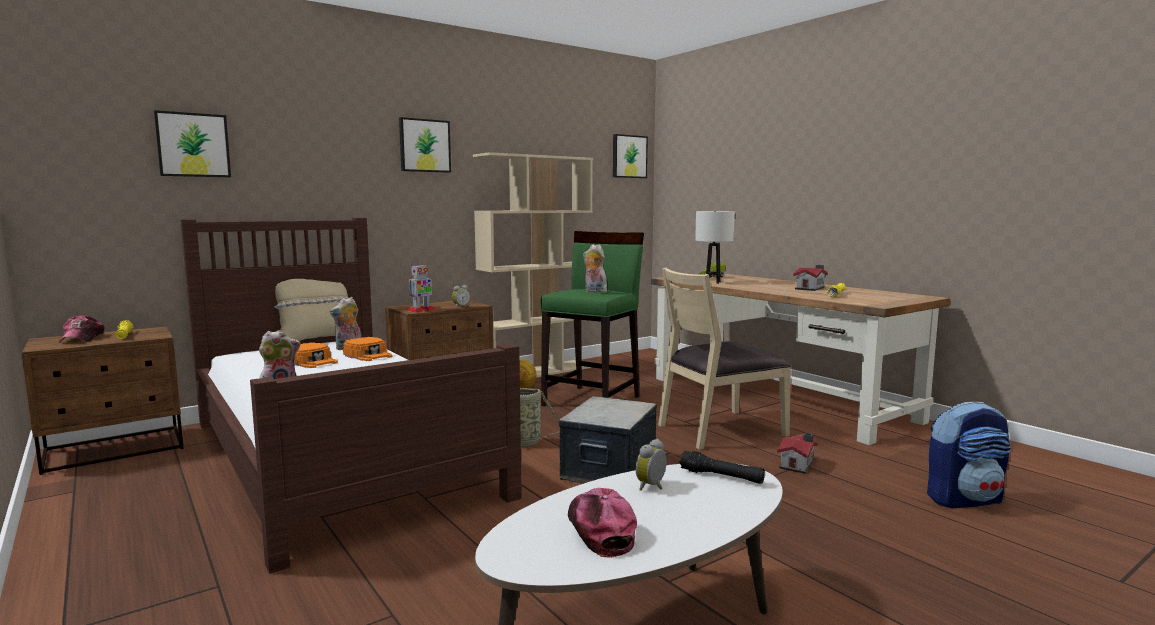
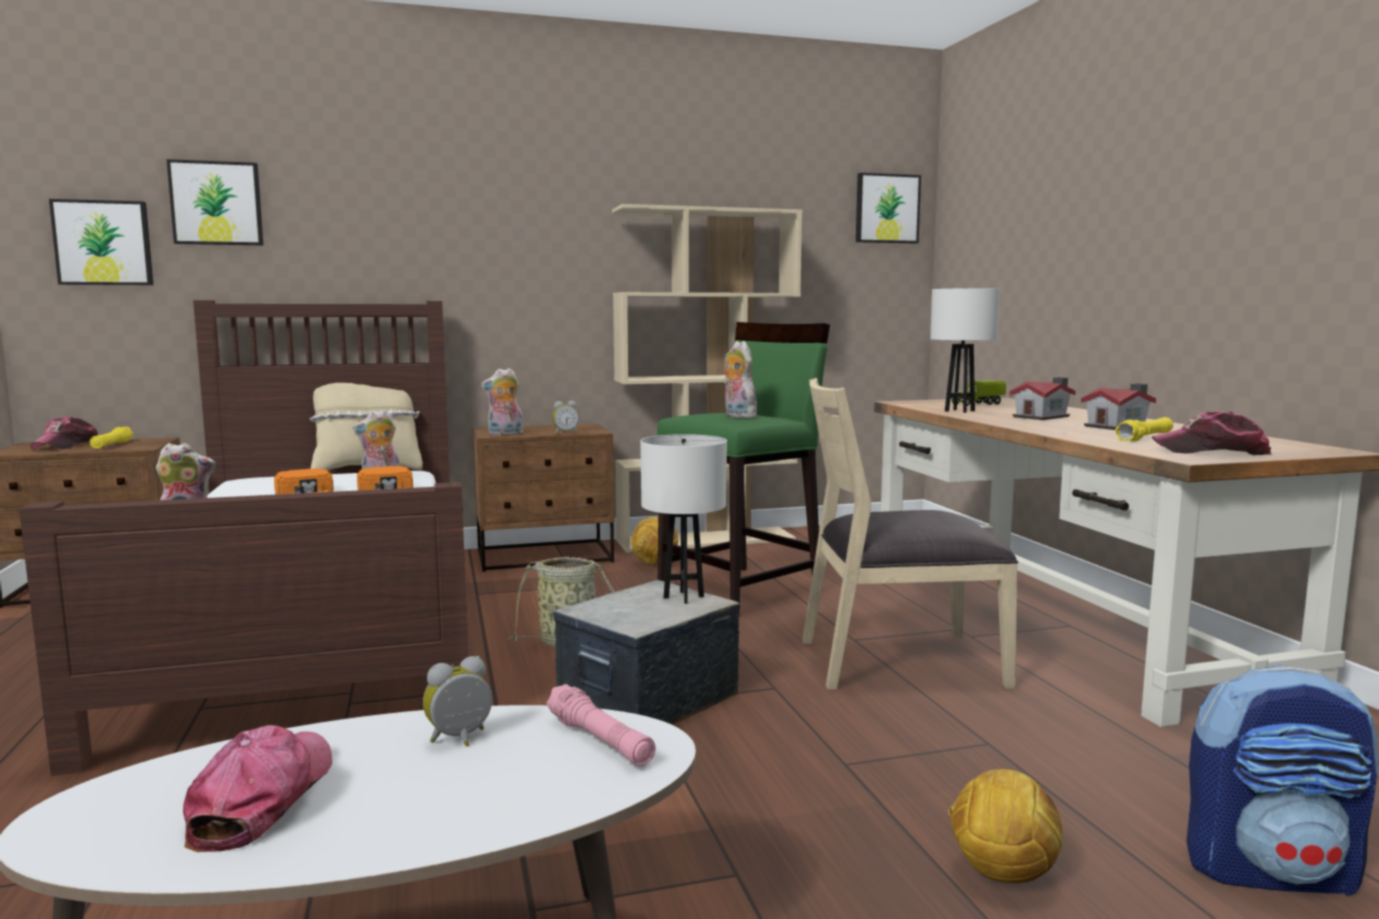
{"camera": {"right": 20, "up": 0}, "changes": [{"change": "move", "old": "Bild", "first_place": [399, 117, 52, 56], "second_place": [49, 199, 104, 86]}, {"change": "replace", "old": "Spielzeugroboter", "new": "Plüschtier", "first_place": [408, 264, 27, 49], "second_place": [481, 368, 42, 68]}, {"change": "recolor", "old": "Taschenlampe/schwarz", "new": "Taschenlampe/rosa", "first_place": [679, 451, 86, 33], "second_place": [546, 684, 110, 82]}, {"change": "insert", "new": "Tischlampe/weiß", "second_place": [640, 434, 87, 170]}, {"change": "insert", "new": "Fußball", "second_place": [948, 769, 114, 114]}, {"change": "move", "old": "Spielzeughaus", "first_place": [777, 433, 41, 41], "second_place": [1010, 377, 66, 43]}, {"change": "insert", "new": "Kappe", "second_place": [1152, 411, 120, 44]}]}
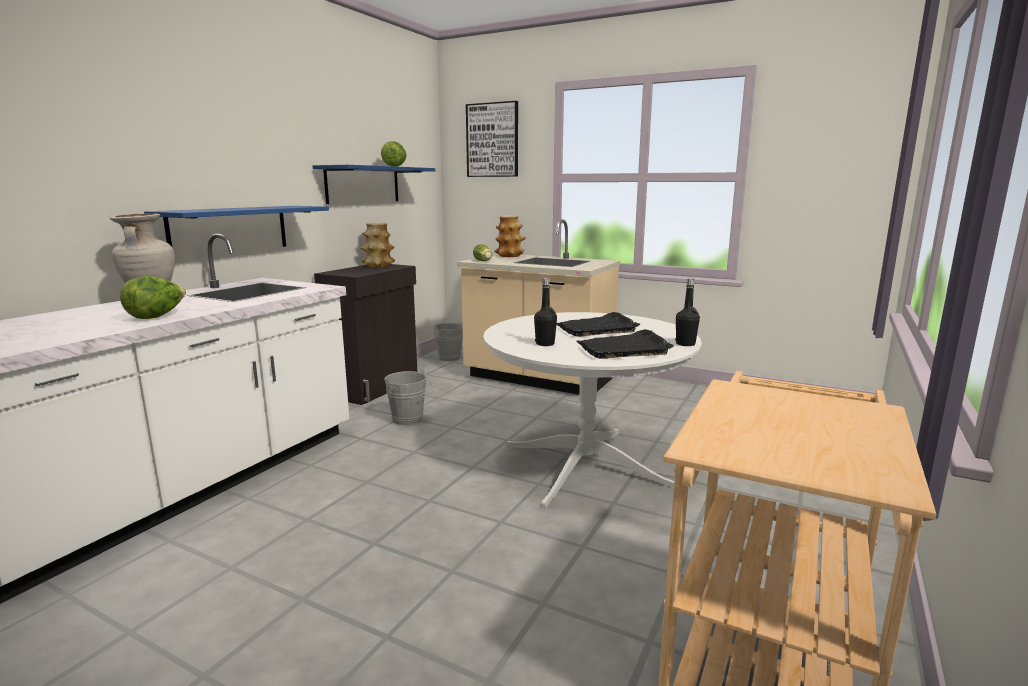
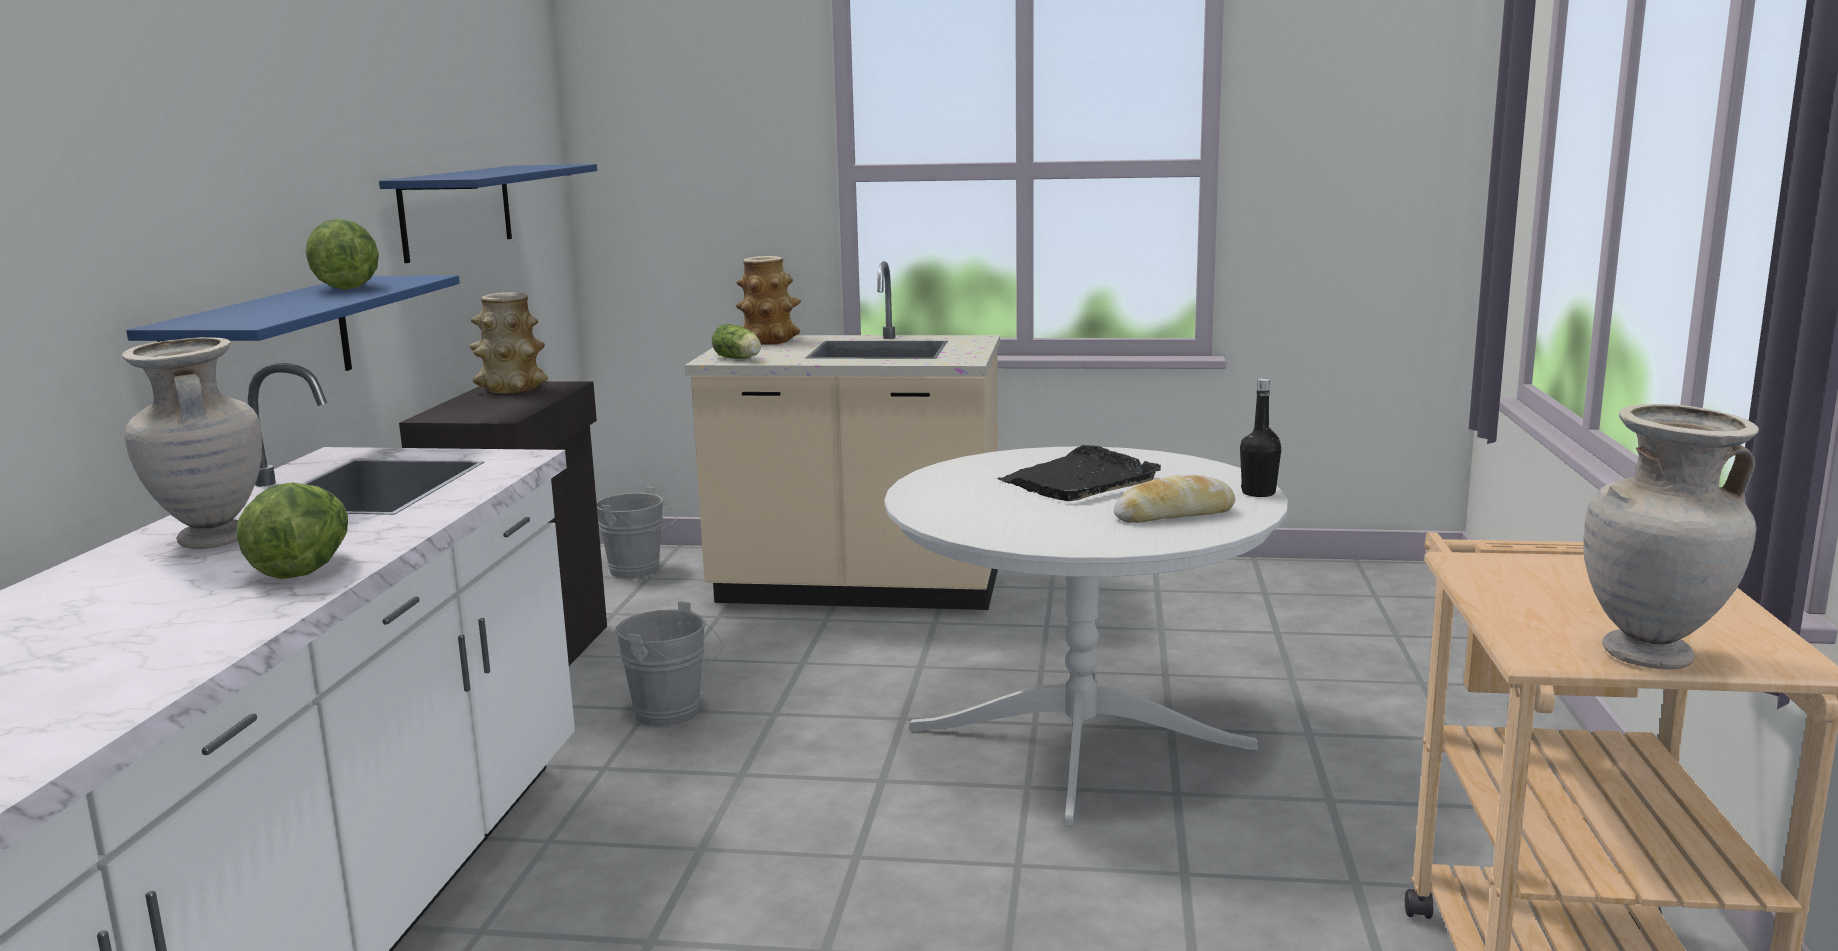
{"camera": {"right": -20, "up": 0}, "changes": [{"change": "move", "old": "Salatkopf", "first_place": [381, 141, 25, 26], "second_place": [306, 219, 73, 71]}, {"change": "replace", "old": "Tablett/schwarz", "new": "Brot", "first_place": [576, 329, 98, 30], "second_place": [1114, 475, 121, 48]}, {"change": "insert", "new": "Vase/beige", "second_place": [1583, 404, 176, 265]}, {"change": "delete", "old": "Bild", "first_place": [466, 101, 52, 76]}, {"change": "delete", "old": "Flasche/schwarz", "first_place": [534, 278, 23, 68]}]}
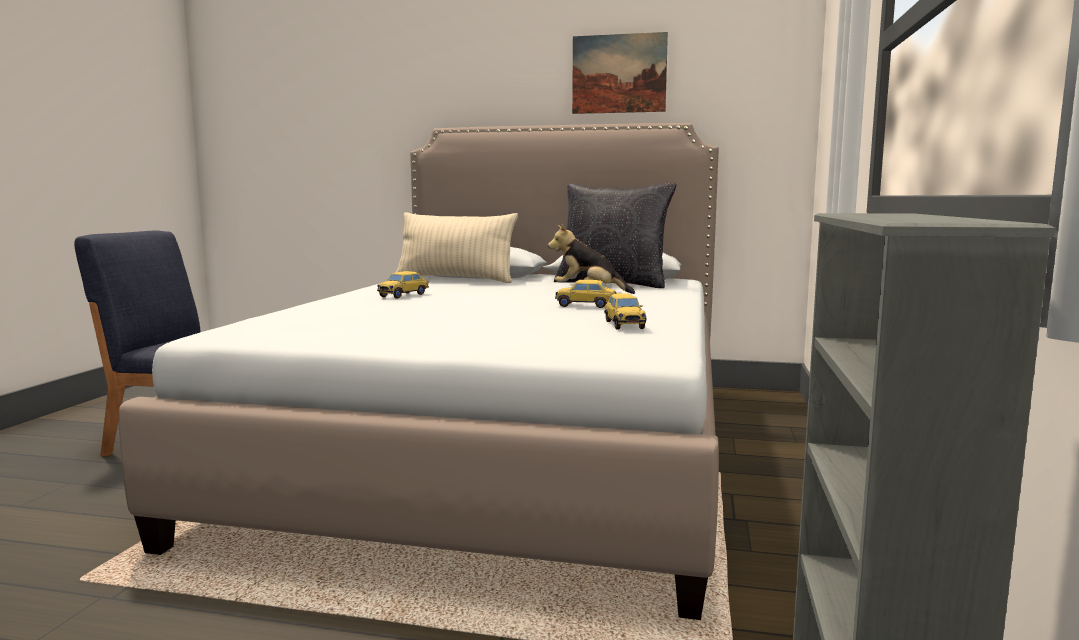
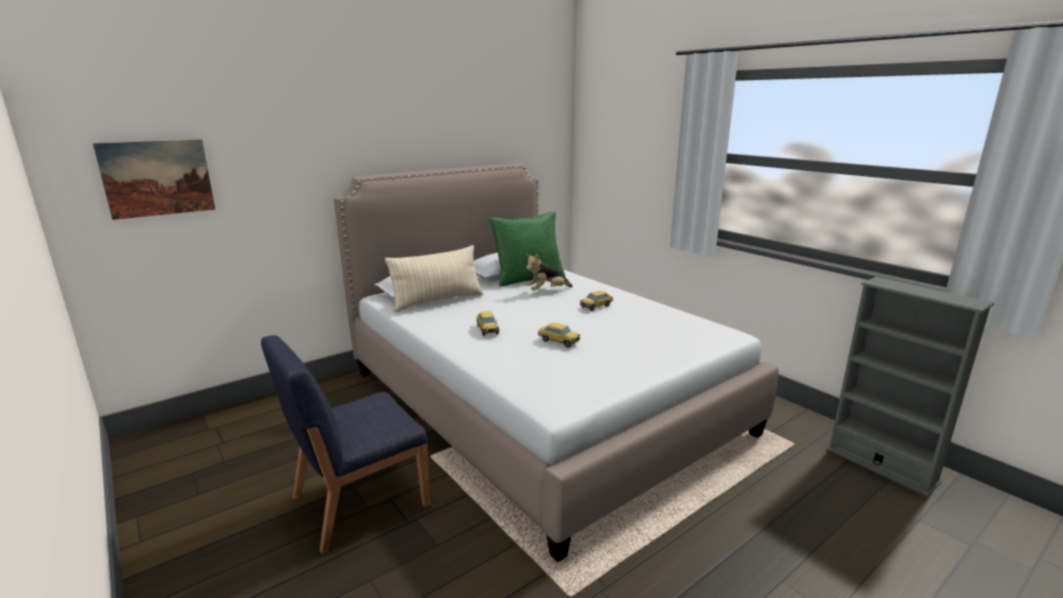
{"camera": {"right": -50, "up": 10}, "changes": [{"change": "move", "old": "Bild", "first_place": [572, 32, 96, 82], "second_place": [93, 139, 122, 81]}, {"change": "recolor", "old": "Kissen/schwarz", "new": "Kissen/grün", "first_place": [554, 183, 123, 105], "second_place": [489, 212, 76, 75]}, {"change": "move", "old": "Spielzeugauto", "first_place": [604, 293, 43, 37], "second_place": [538, 323, 42, 25]}]}
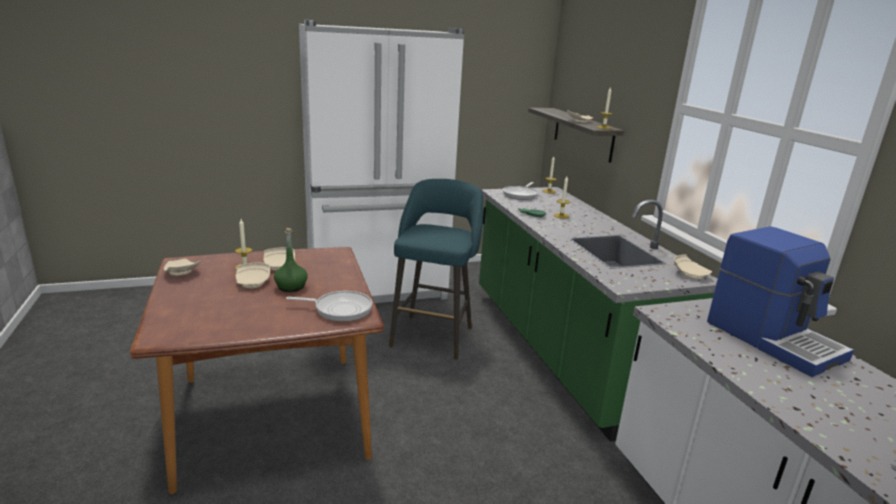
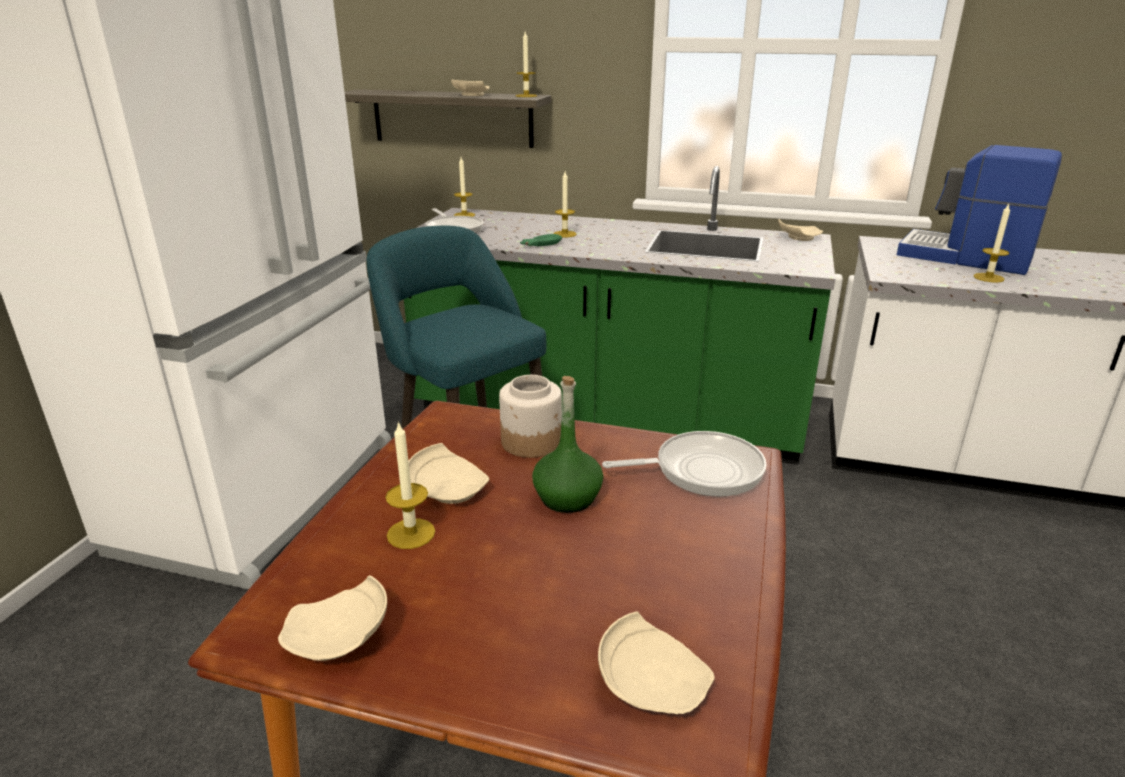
{"camera": {"right": -55, "up": 5}, "changes": [{"change": "insert", "new": "Vorratsglas", "second_place": [499, 375, 63, 83]}, {"change": "move", "old": "Teller/beige", "first_place": [236, 262, 34, 26], "second_place": [598, 611, 117, 103]}, {"change": "rotate", "old": "Pfanne", "first_place": [286, 291, 86, 31], "second_place": [602, 431, 165, 66], "degrees": 45}, {"change": "rotate", "old": "Kaffeemaschine", "first_place": [707, 226, 147, 151], "second_place": [897, 145, 165, 130], "degrees": -150}, {"change": "insert", "new": "Kerze", "second_place": [973, 204, 37, 79]}]}
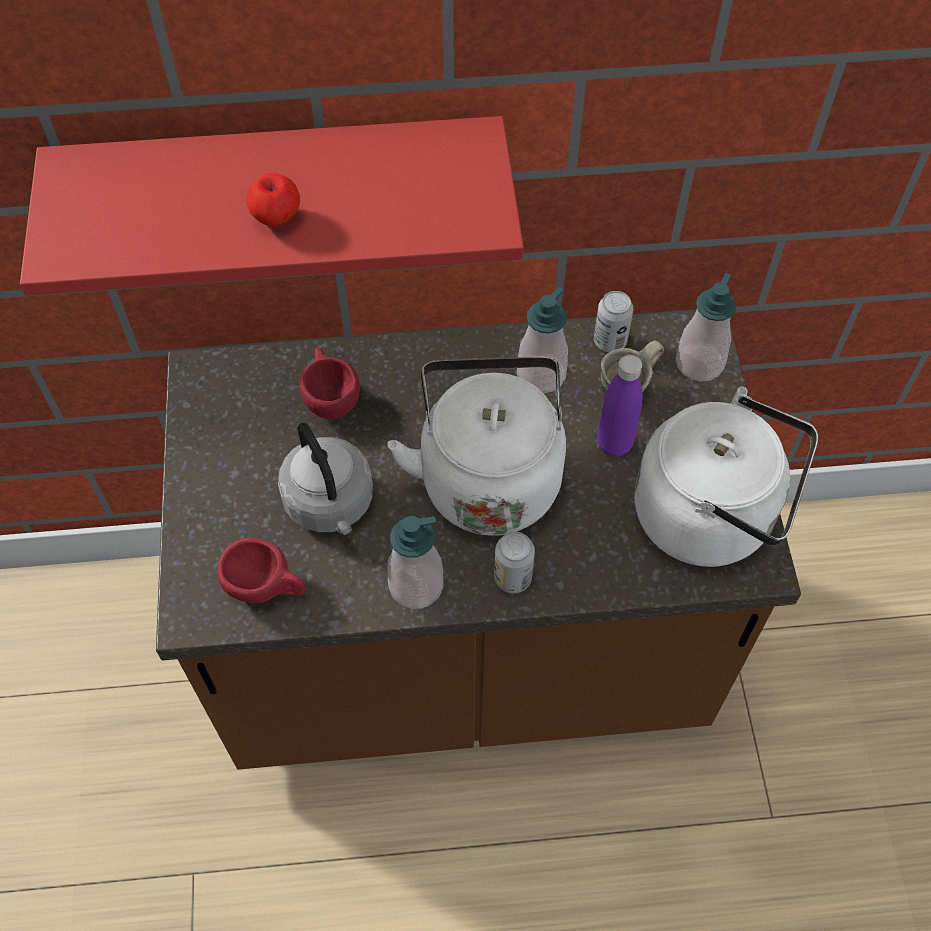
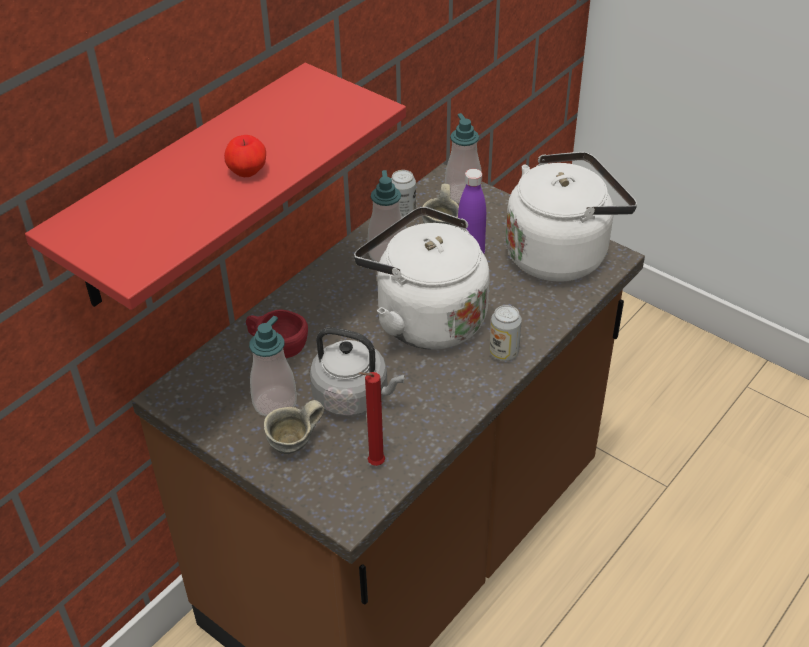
{"camera": {"right": -45, "up": -15}, "changes": [{"change": "move", "old": "Seifenspender", "first_place": [388, 516, 56, 93], "second_place": [249, 316, 48, 100]}, {"change": "insert", "new": "Henkelbecher/grau", "second_place": [264, 400, 60, 54]}, {"change": "replace", "old": "Tasse/rot", "new": "Kerze/rot", "first_place": [217, 538, 89, 65], "second_place": [359, 372, 26, 94]}]}
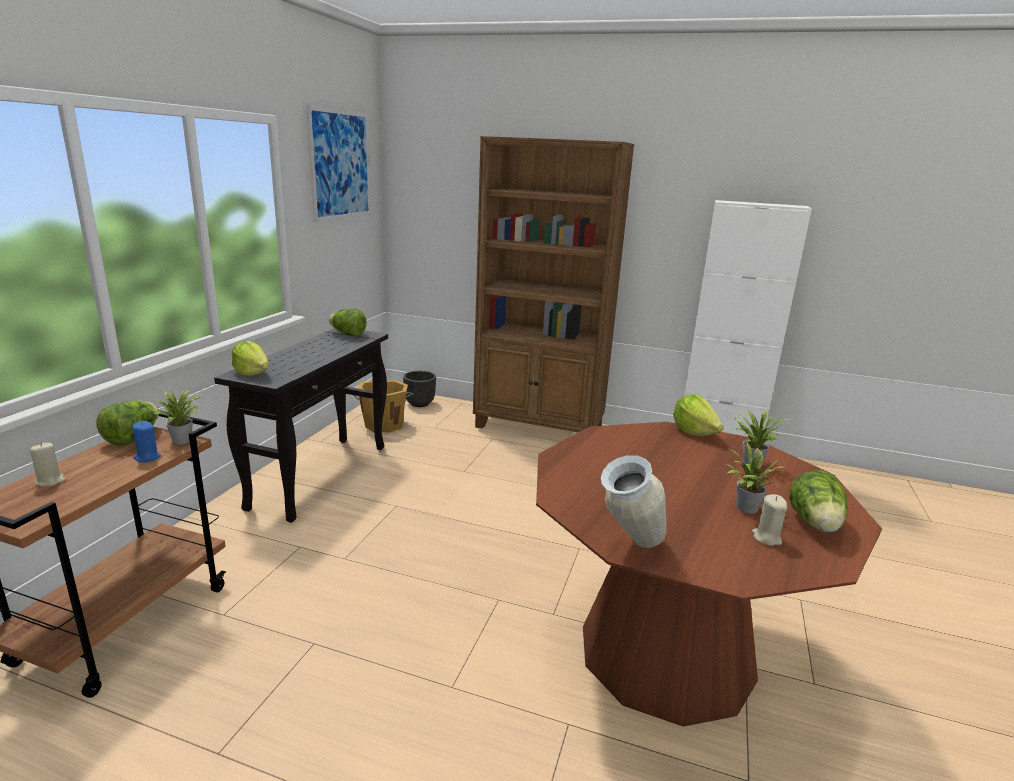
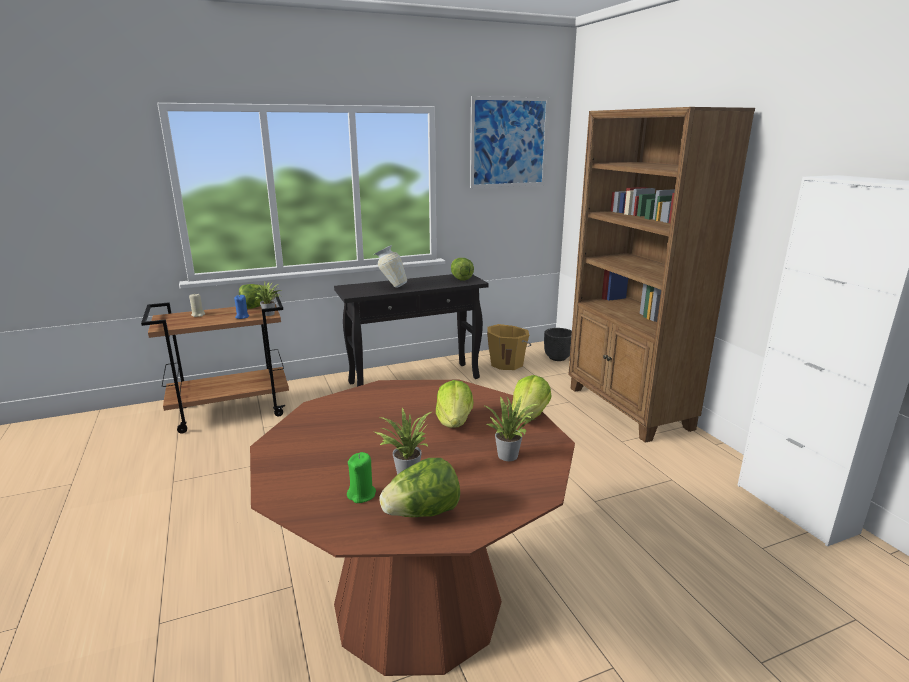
{"camera": {"right": 50, "up": 0}, "changes": [{"change": "recolor", "old": "Kerze/beige", "new": "Kerze/grün", "first_place": [752, 494, 35, 52], "second_place": [347, 452, 29, 51]}, {"change": "move", "old": "Vase", "first_place": [601, 455, 65, 93], "second_place": [374, 245, 33, 43]}, {"change": "move", "old": "Salatkopf", "first_place": [232, 341, 37, 35], "second_place": [436, 380, 38, 48]}]}
